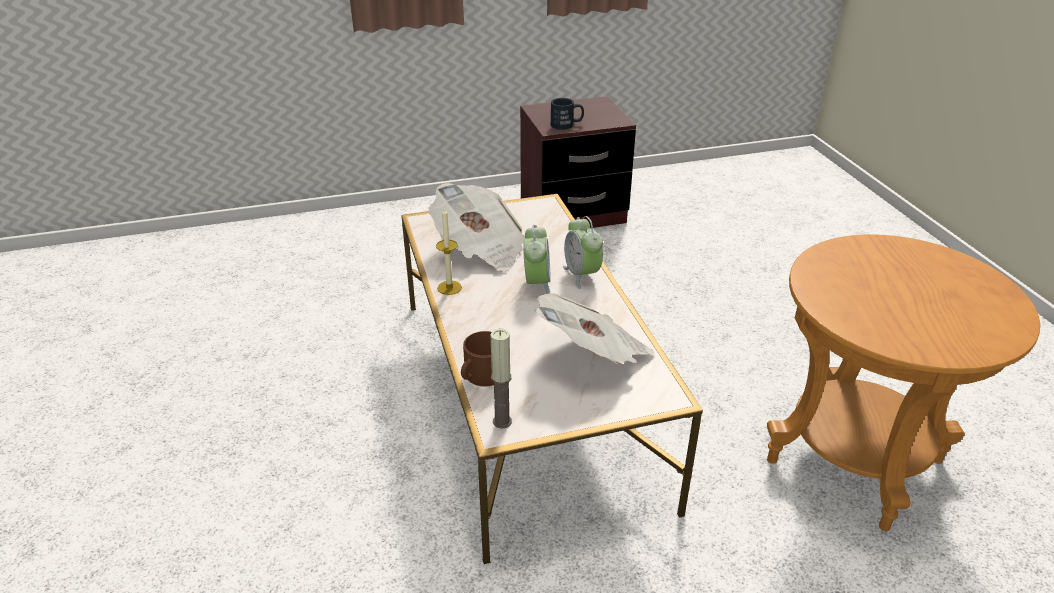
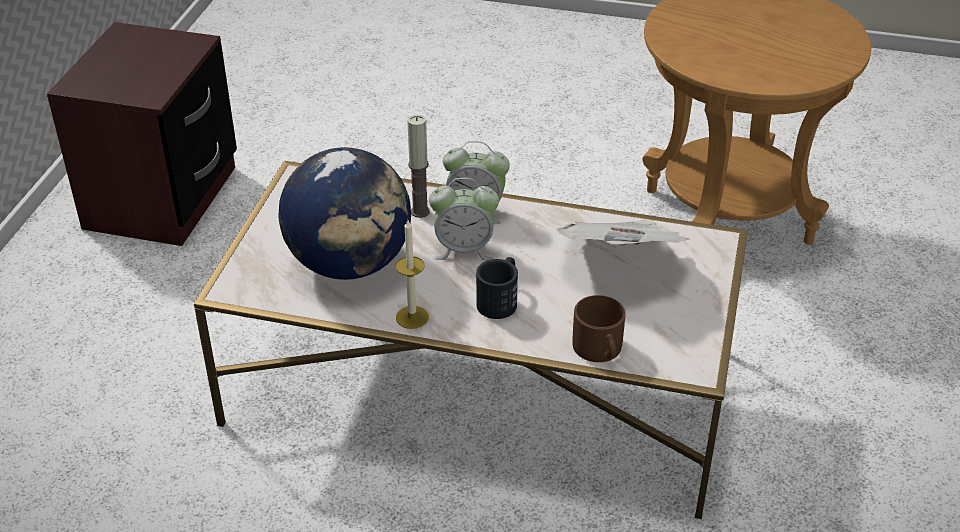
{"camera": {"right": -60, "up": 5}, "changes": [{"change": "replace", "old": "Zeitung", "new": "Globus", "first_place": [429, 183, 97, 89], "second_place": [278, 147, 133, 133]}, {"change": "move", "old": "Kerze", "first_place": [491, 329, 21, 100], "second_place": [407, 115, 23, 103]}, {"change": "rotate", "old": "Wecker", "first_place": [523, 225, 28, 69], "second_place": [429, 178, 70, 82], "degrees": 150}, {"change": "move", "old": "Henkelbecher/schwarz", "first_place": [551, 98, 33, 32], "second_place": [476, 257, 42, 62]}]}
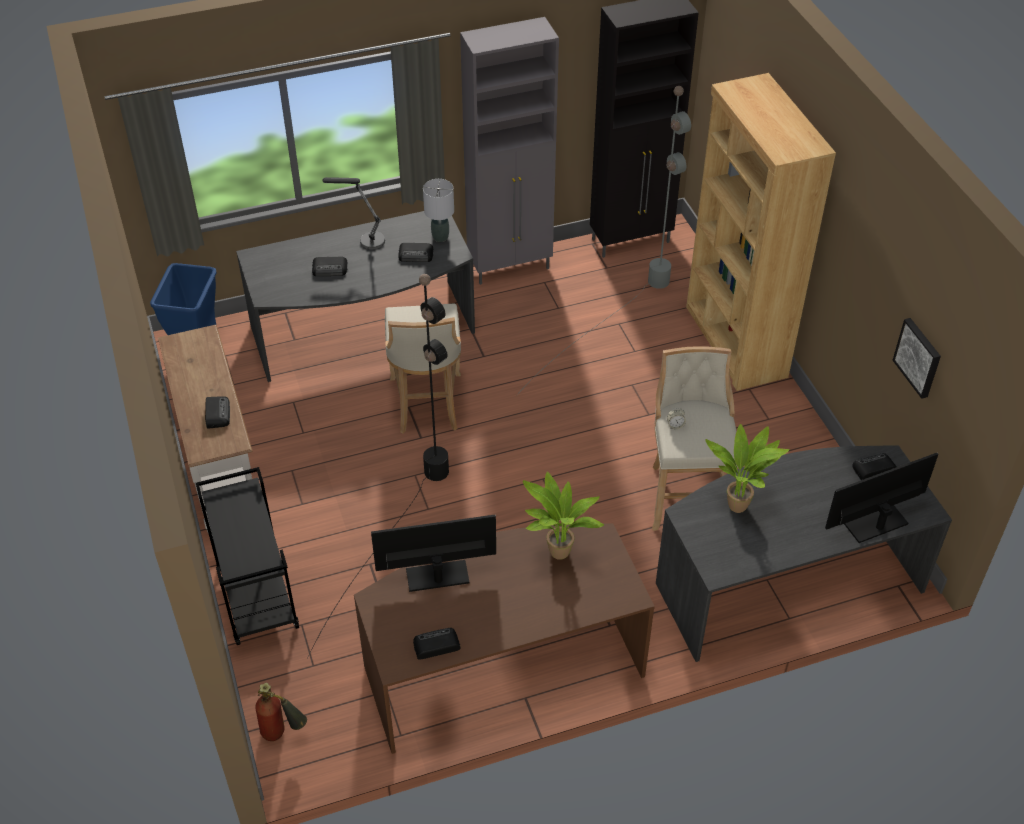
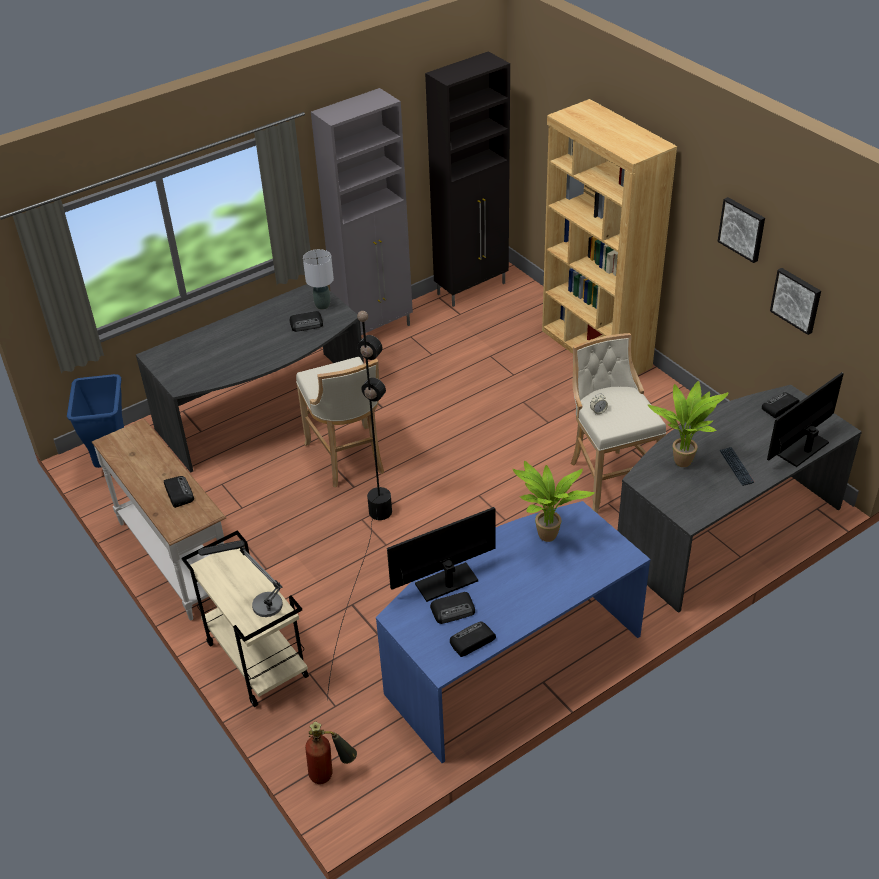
{"camera": {"right": -15, "up": -5}, "changes": [{"change": "recolor", "old": "Rollwagen/schwarz", "new": "Rollwagen/beige", "first_place": [196, 467, 103, 178], "second_place": [181, 530, 128, 177]}, {"change": "move", "old": "Tischlampe", "first_place": [322, 177, 63, 73], "second_place": [198, 540, 85, 77]}, {"change": "recolor", "old": "Schreibtisch/braun", "new": "Schreibtisch/blau", "first_place": [354, 523, 301, 231], "second_place": [376, 501, 275, 262]}, {"change": "move", "old": "Radio", "first_place": [312, 257, 36, 19], "second_place": [430, 592, 45, 32]}, {"change": "insert", "new": "Bild", "second_place": [717, 197, 48, 66]}, {"change": "insert", "new": "Tastatur", "second_place": [719, 447, 35, 39]}, {"change": "delete", "old": "Stehlampe/grau", "first_place": [517, 86, 174, 309]}]}
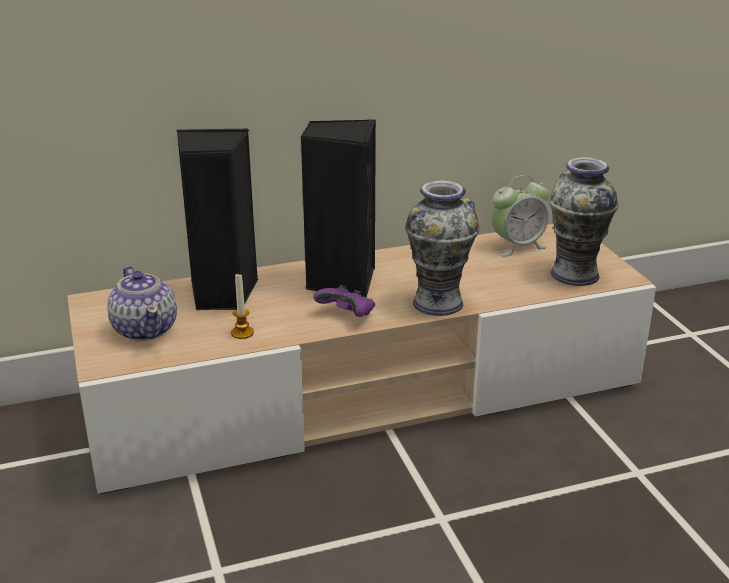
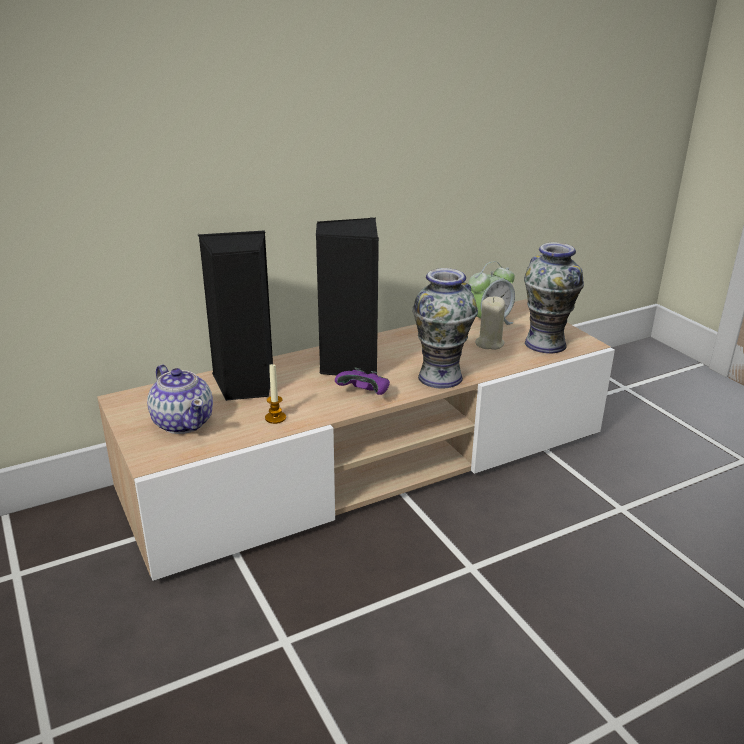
{"camera": {"right": -10, "up": 0}, "changes": [{"change": "insert", "new": "Kerze/beige", "second_place": [475, 297, 30, 53]}]}
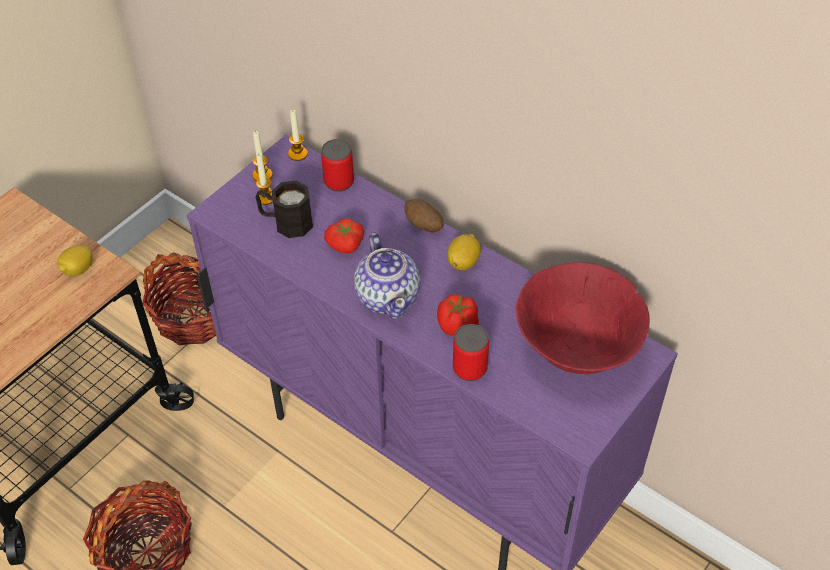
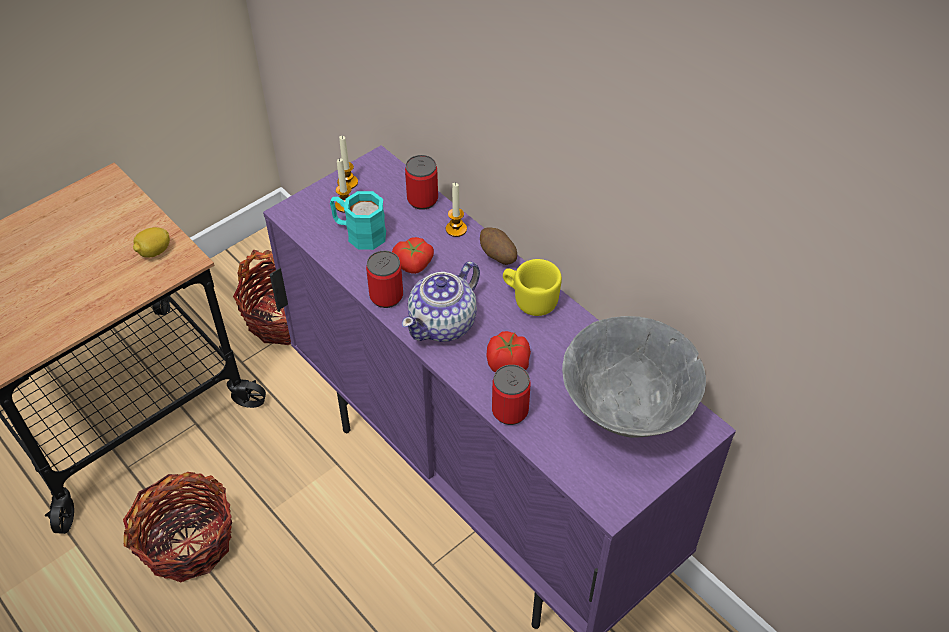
{"camera": {"right": 10, "up": 0}, "changes": [{"change": "recolor", "old": "Henkelbecher/schwarz", "new": "Henkelbecher/türkis", "first_place": [256, 181, 57, 57], "second_place": [330, 191, 56, 59]}, {"change": "insert", "new": "Dose", "second_place": [366, 251, 37, 57]}, {"change": "rotate", "old": "Teekanne", "first_place": [354, 233, 66, 86], "second_place": [402, 261, 78, 81], "degrees": 45}, {"change": "move", "old": "Kerze", "first_place": [288, 109, 20, 52], "second_place": [446, 183, 21, 54]}, {"change": "replace", "old": "Zitrone", "new": "Henkelbecher/gelb", "first_place": [447, 234, 34, 37], "second_place": [503, 259, 59, 57]}, {"change": "recolor", "old": "Schüssel/rot", "new": "Schüssel/grau", "first_place": [516, 262, 134, 112], "second_place": [562, 316, 144, 122]}]}
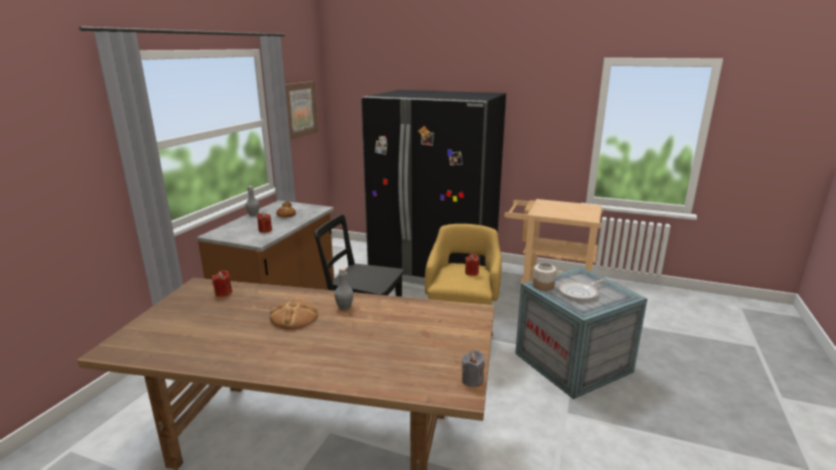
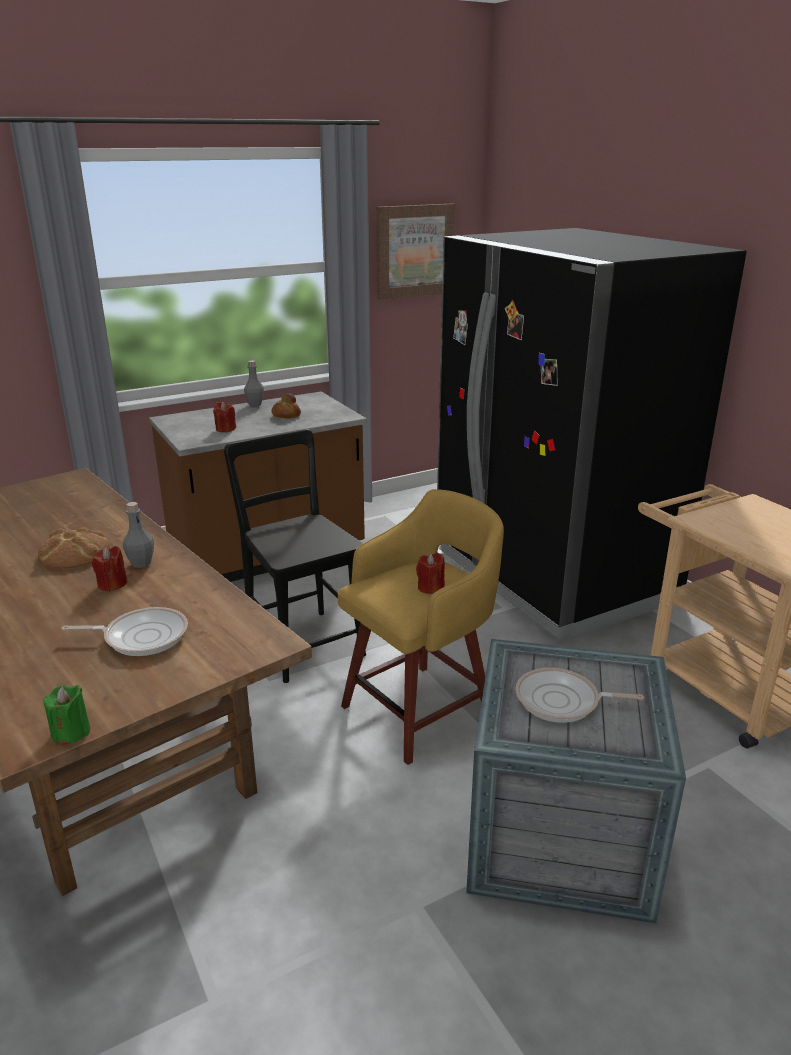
{"camera": {"right": 40, "up": 5}, "changes": [{"change": "recolor", "old": "Kerze/grau", "new": "Kerze/grün", "first_place": [462, 350, 23, 37], "second_place": [43, 685, 47, 60]}, {"change": "insert", "new": "Pfanne", "second_place": [61, 607, 127, 49]}, {"change": "move", "old": "Kerze/rot", "first_place": [212, 270, 20, 27], "second_place": [92, 546, 36, 46]}, {"change": "delete", "old": "Vorratsglas", "first_place": [533, 262, 23, 29]}]}
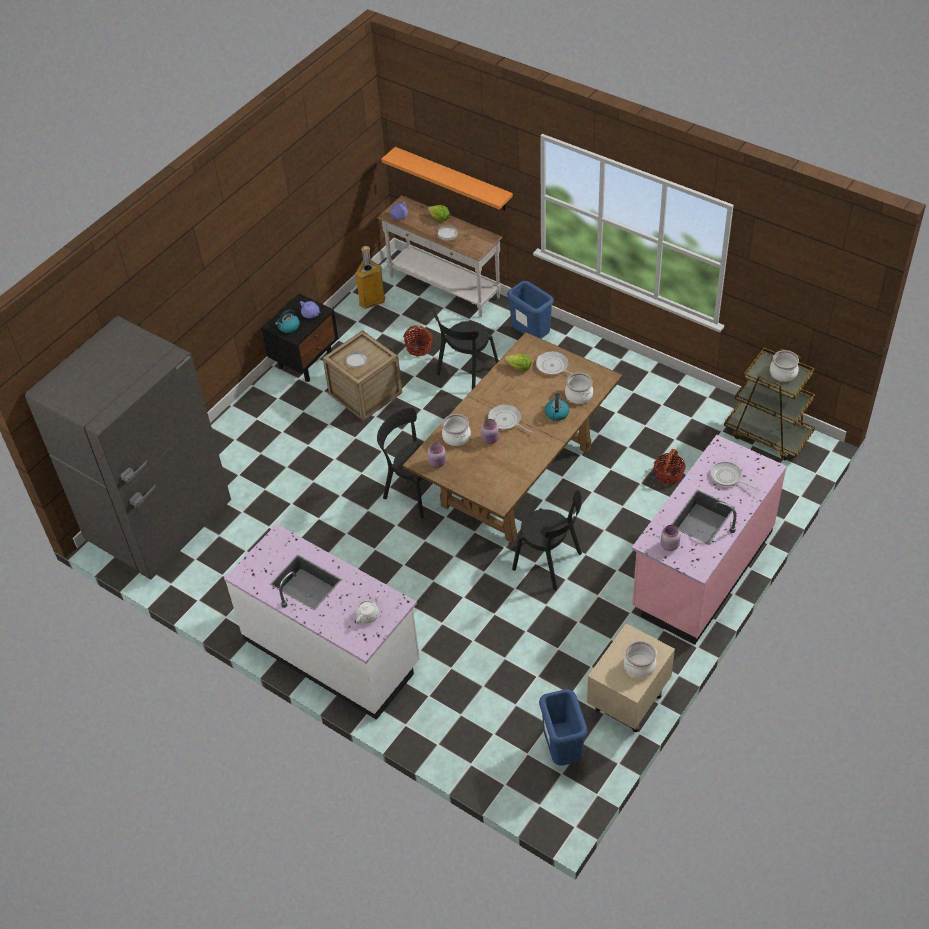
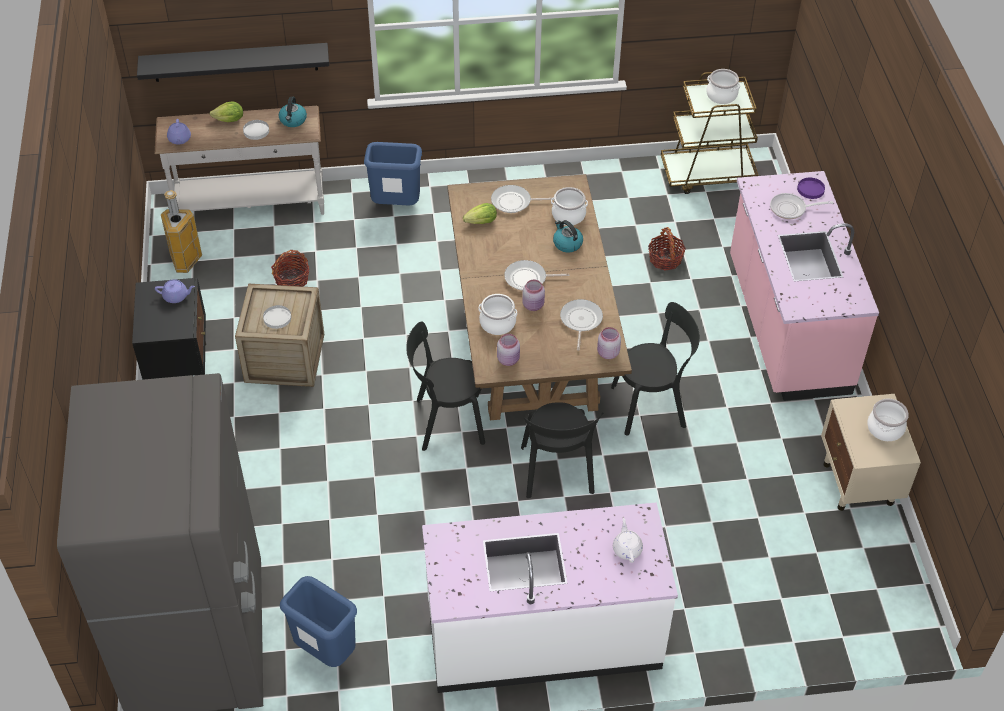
{"camera": {"right": -45, "up": 0}, "changes": [{"change": "recolor", "old": "Wandregal/orange", "new": "Wandregal/schwarz", "first_place": [381, 147, 132, 63], "second_place": [137, 43, 192, 39]}, {"change": "move", "old": "Wasserkessel", "first_place": [275, 309, 25, 24], "second_place": [279, 96, 28, 31]}, {"change": "move", "old": "Mülleimer/blau", "first_place": [539, 689, 49, 77], "second_place": [280, 576, 77, 91]}, {"change": "move", "old": "Stuhl/schwarz", "first_place": [433, 310, 65, 80], "second_place": [521, 402, 83, 96]}, {"change": "insert", "new": "Pfanne", "second_place": [560, 299, 43, 52]}, {"change": "move", "old": "Vorratsglas/rosa", "first_place": [660, 525, 21, 26], "second_place": [597, 327, 24, 32]}, {"change": "insert", "new": "Teller/lila", "second_place": [797, 178, 28, 21]}]}
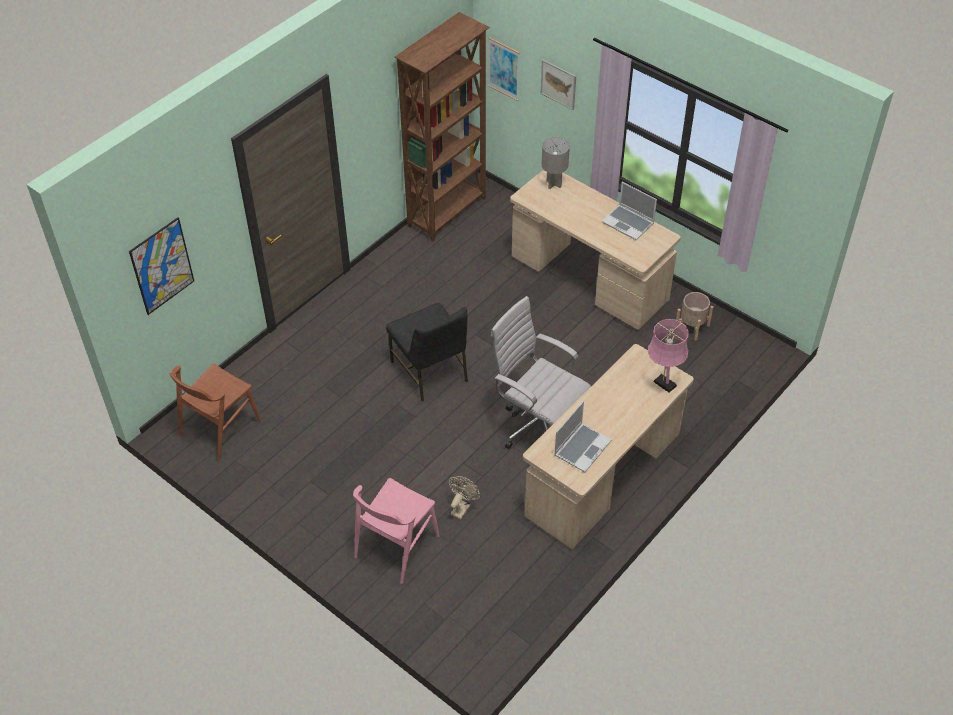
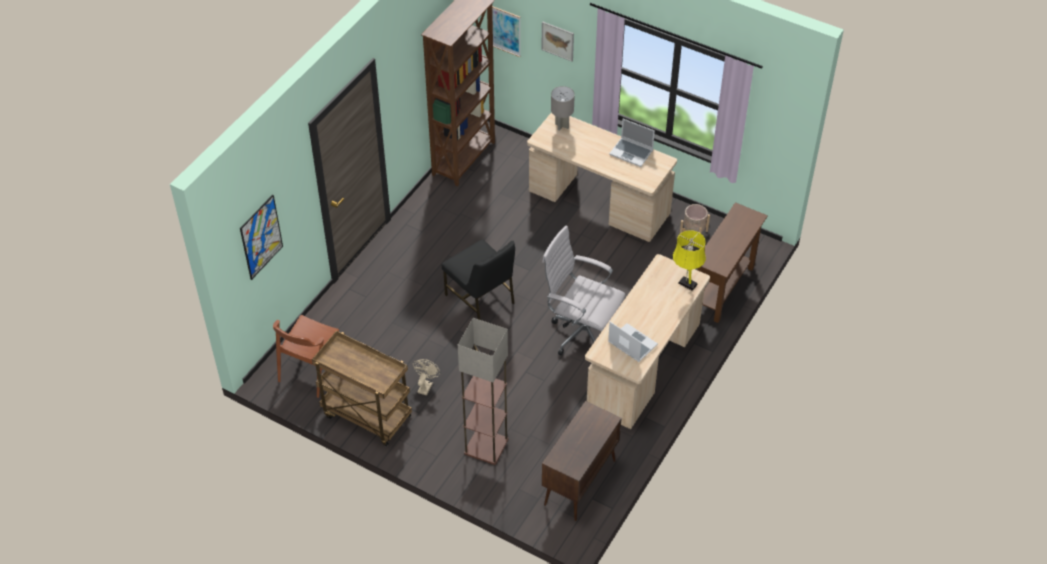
{"camera": {"right": -10, "up": 0}, "changes": [{"change": "insert", "new": "Rollwagen/braun", "second_place": [312, 331, 100, 116]}, {"change": "move", "old": "Ventilator/beige", "first_place": [448, 476, 32, 44], "second_place": [413, 359, 28, 37]}, {"change": "replace", "old": "Stuhl/rosa", "new": "Stehlampe", "first_place": [353, 478, 86, 106], "second_place": [458, 318, 50, 147]}, {"change": "insert", "new": "Schrank/braun", "second_place": [542, 401, 80, 120]}, {"change": "rotate", "old": "Laptop", "first_place": [554, 401, 57, 71], "second_place": [608, 322, 50, 40], "degrees": -75}, {"change": "recolor", "old": "Tischlampe/rosa", "new": "Tischlampe/gelb", "first_place": [648, 319, 41, 74], "second_place": [673, 230, 33, 61]}, {"change": "insert", "new": "Konsolentisch/braun", "second_place": [697, 202, 71, 121]}]}
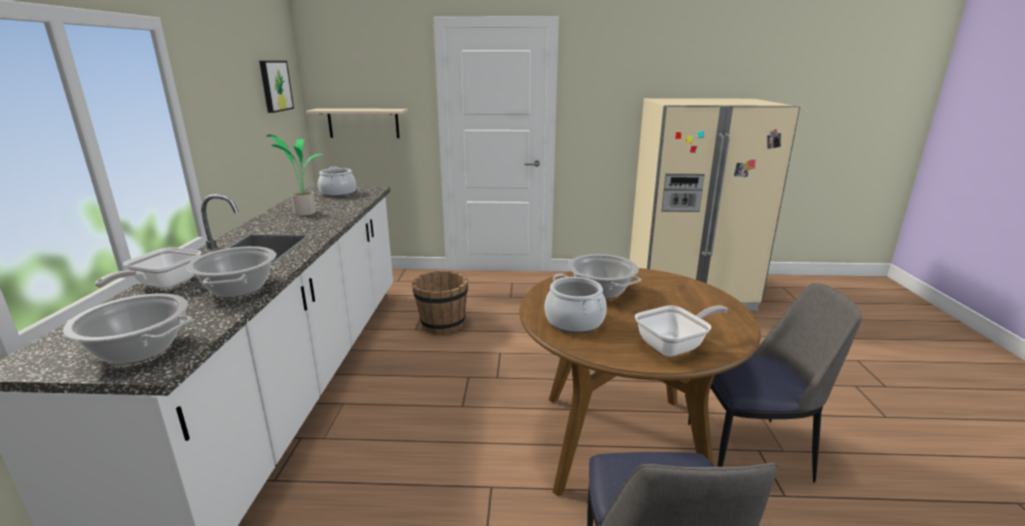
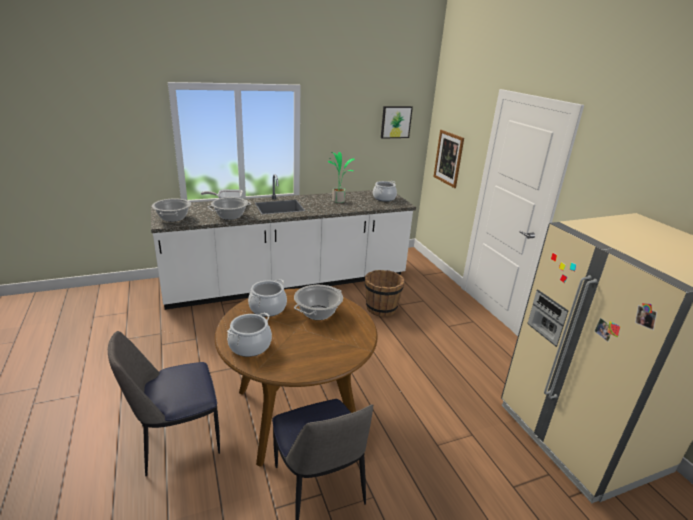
{"camera": {"right": 65, "up": 5}, "changes": [{"change": "replace", "old": "Pfanne", "new": "Kochtopf", "first_place": [635, 305, 93, 52], "second_place": [227, 313, 45, 44]}, {"change": "replace", "old": "Wandregal/beige", "new": "Bild", "first_place": [306, 108, 102, 30], "second_place": [433, 130, 31, 58]}]}
